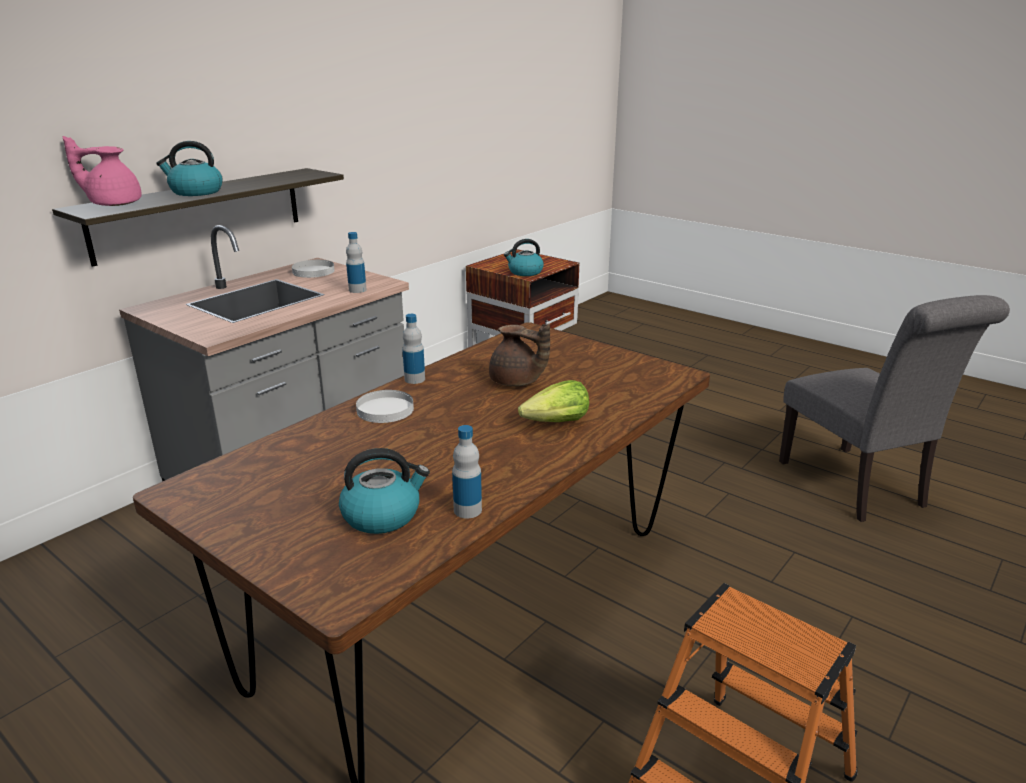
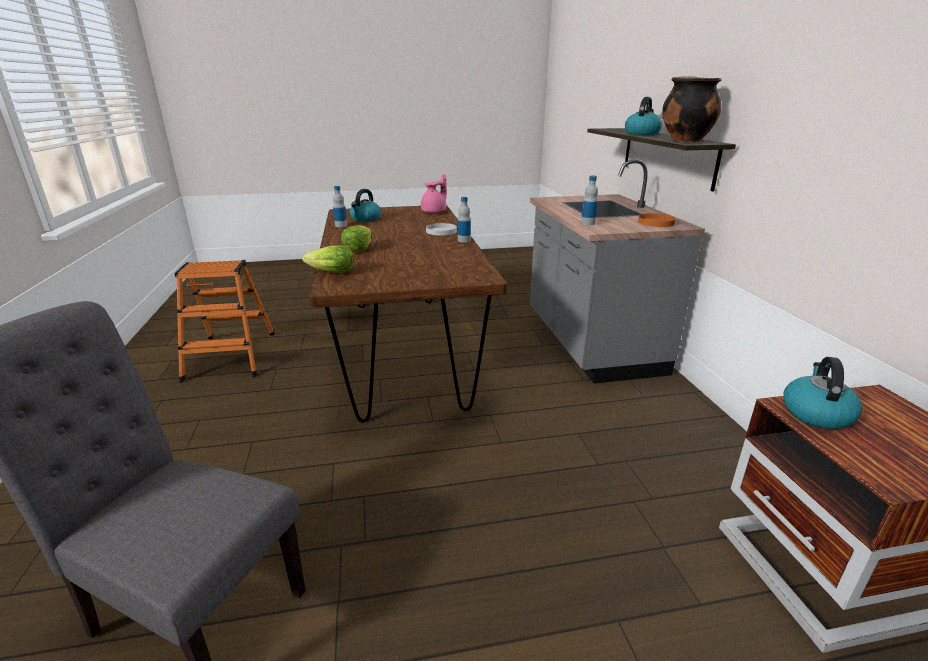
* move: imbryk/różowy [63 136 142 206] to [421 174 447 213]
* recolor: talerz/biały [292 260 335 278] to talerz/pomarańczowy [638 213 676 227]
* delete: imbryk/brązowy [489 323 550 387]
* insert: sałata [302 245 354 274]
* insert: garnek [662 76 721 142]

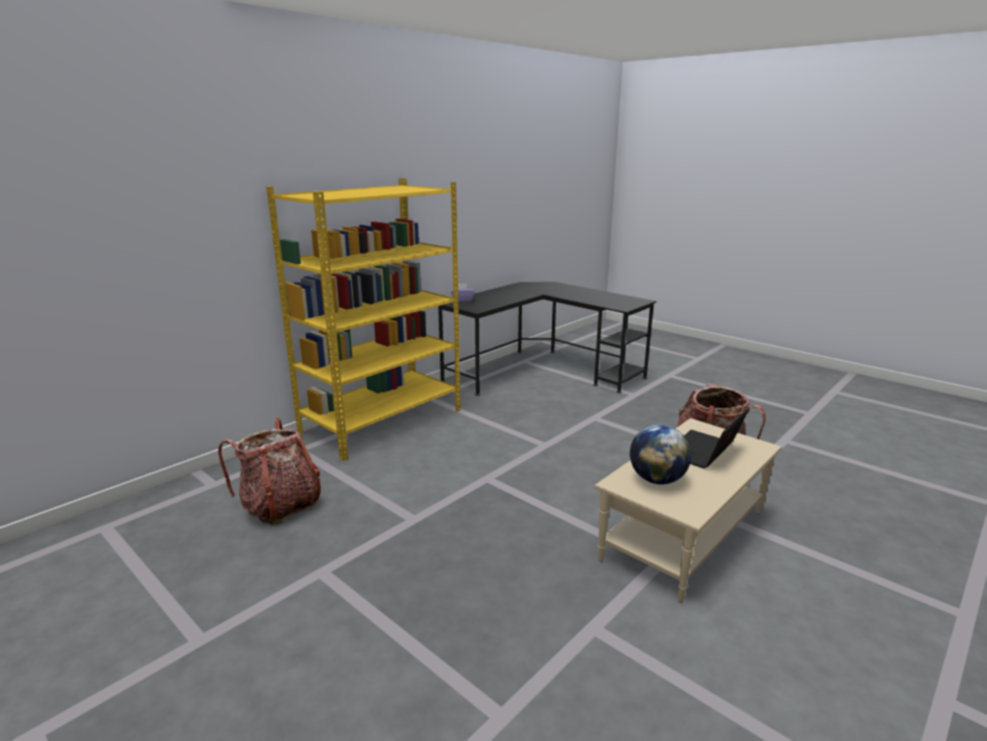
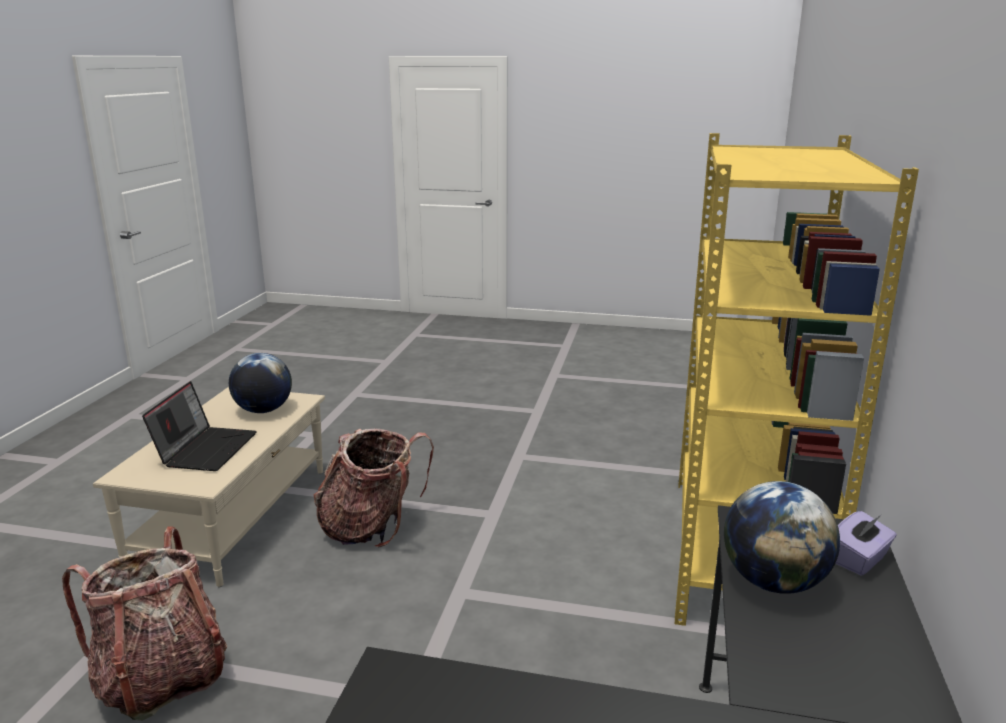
* move: plecak [218 418 321 525] to [314 429 434 548]
* insert: globus [724 481 840 594]

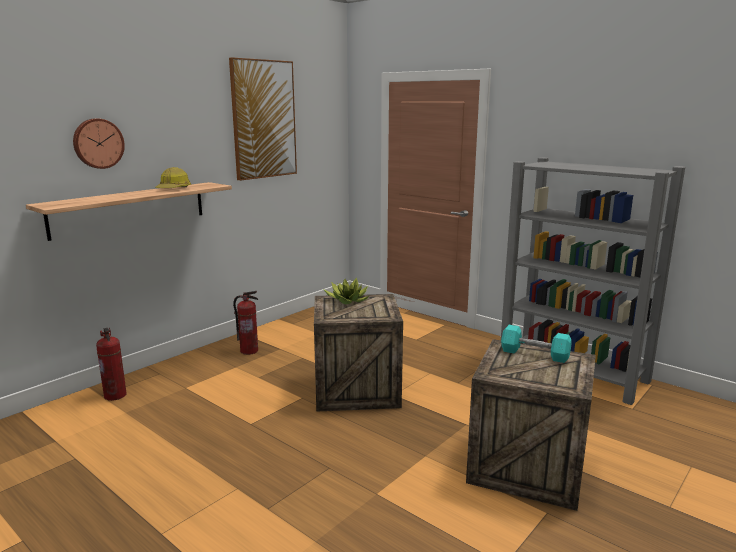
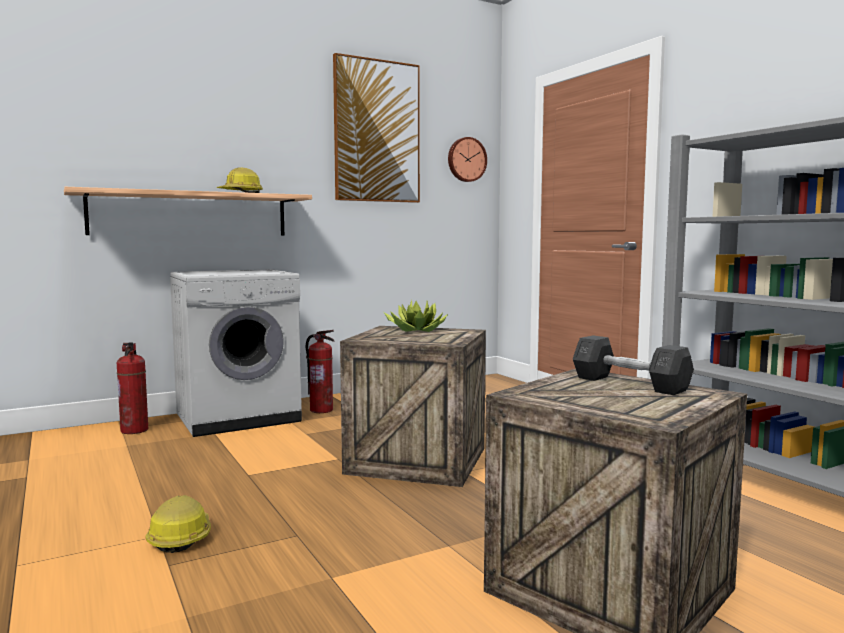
* move: zegar ścienny [73 118 125 169] to [448 137 487 182]
* recolor: hantel/turkusowy [501 325 571 363] to hantel/szary [573 336 694 395]
* insert: kask [145 495 211 553]
* insert: pralka/biały [170 269 302 437]

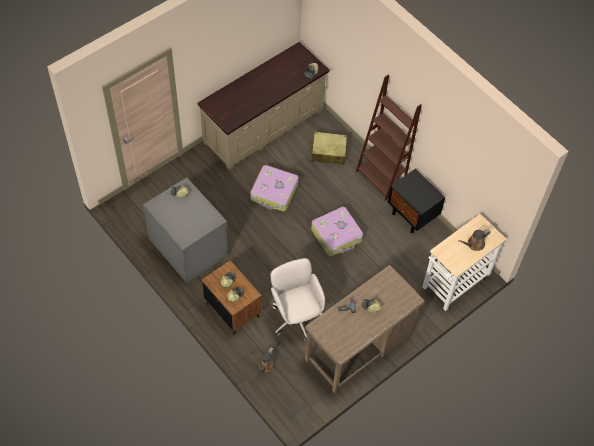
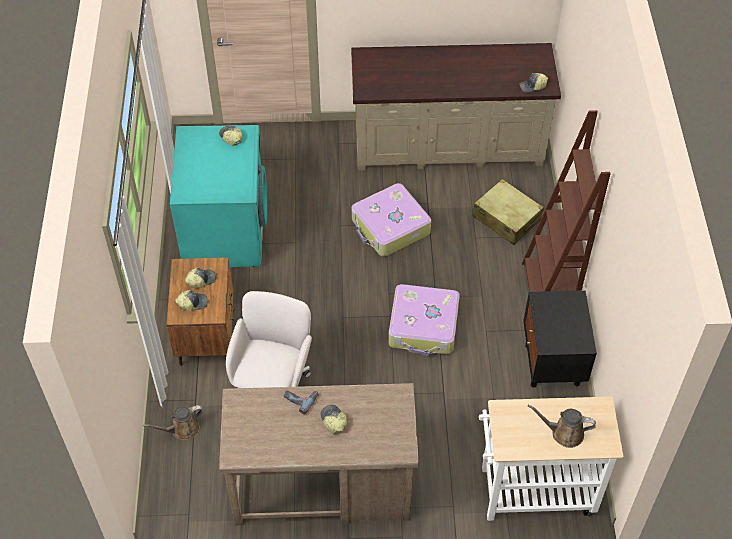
* recolor: pralka/szary [143 177 228 283] to pralka/turkusowy [170 125 267 267]

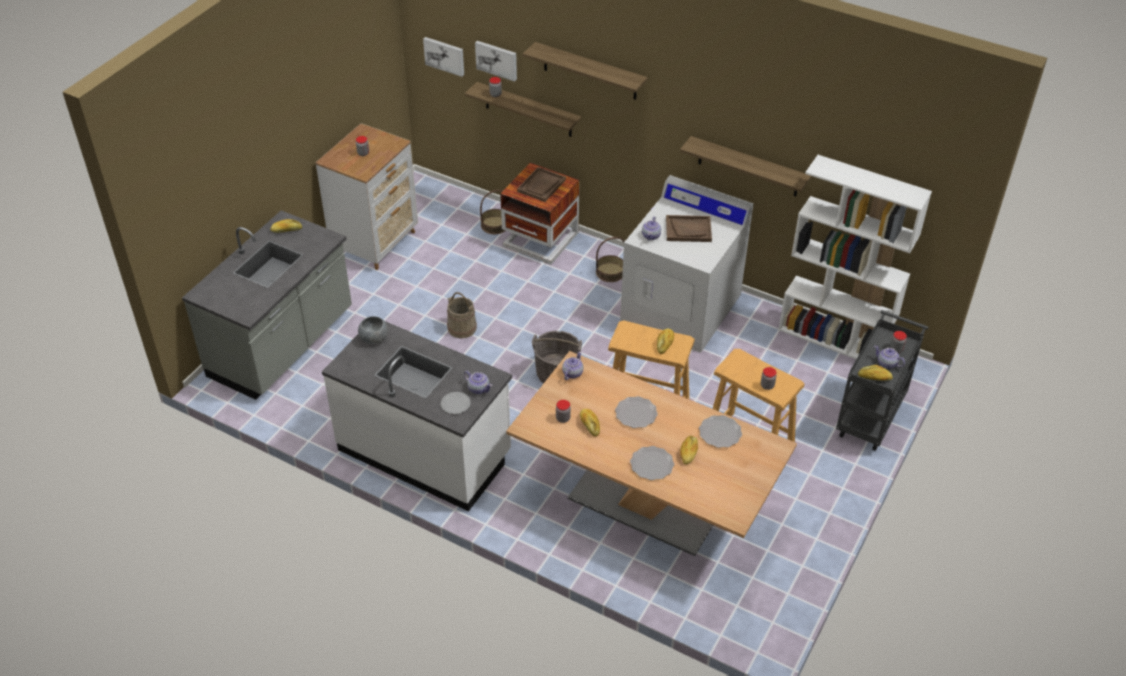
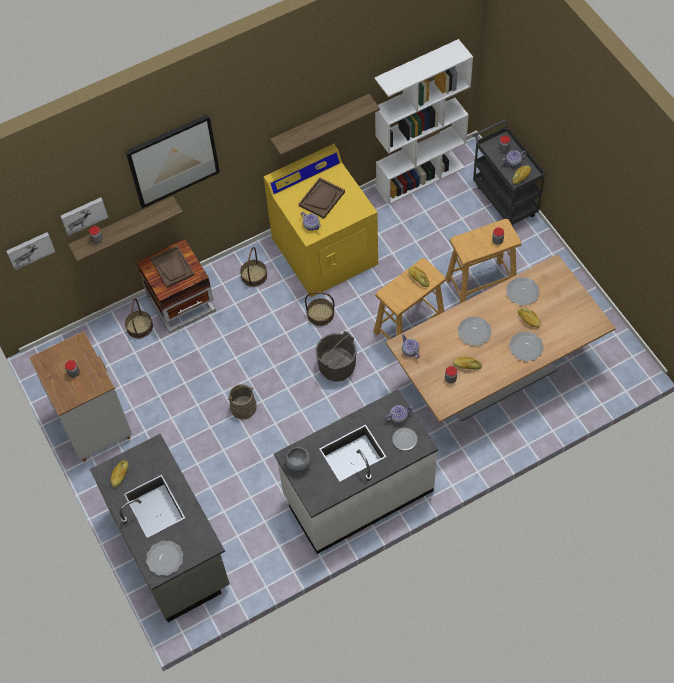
* replace: półka [523 42 648 100] to obraz [125 114 220 208]
* recolor: pralka/biały [620 175 754 353] to pralka/żółty [263 144 378 297]
* insert: talerz [146 540 184 576]
* insert: koszyk [305 292 334 326]

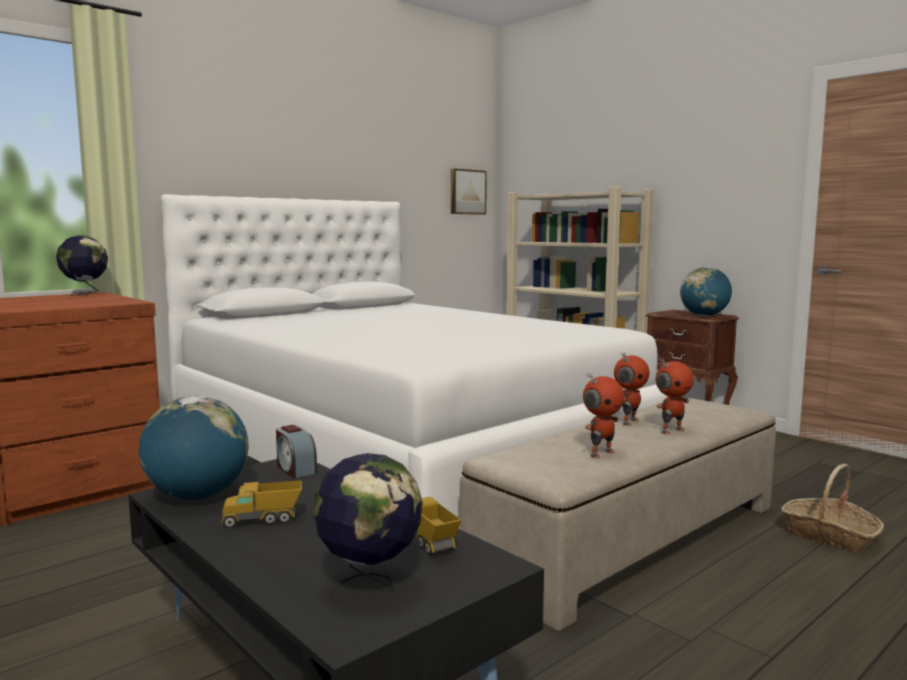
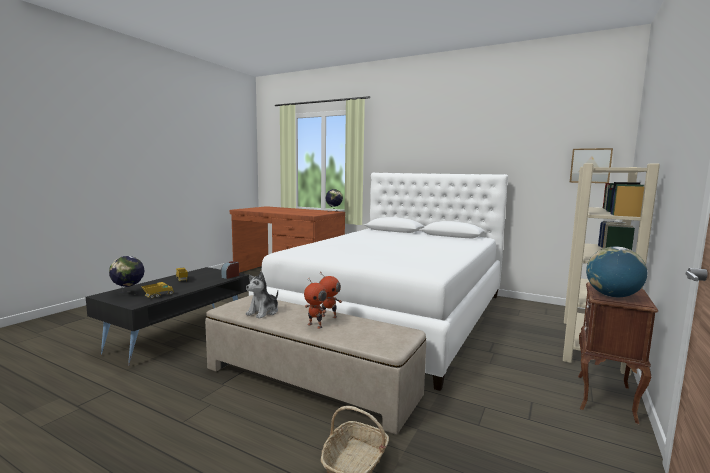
* delete: globus [139 396 248 500]
* replace: robot zabawkowy [583 372 624 458] to pluszak [245 271 278 319]

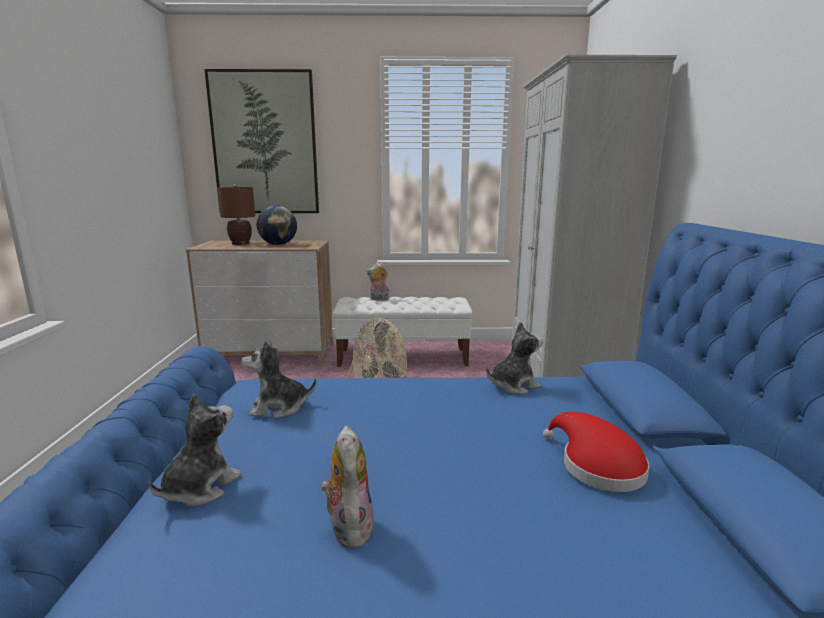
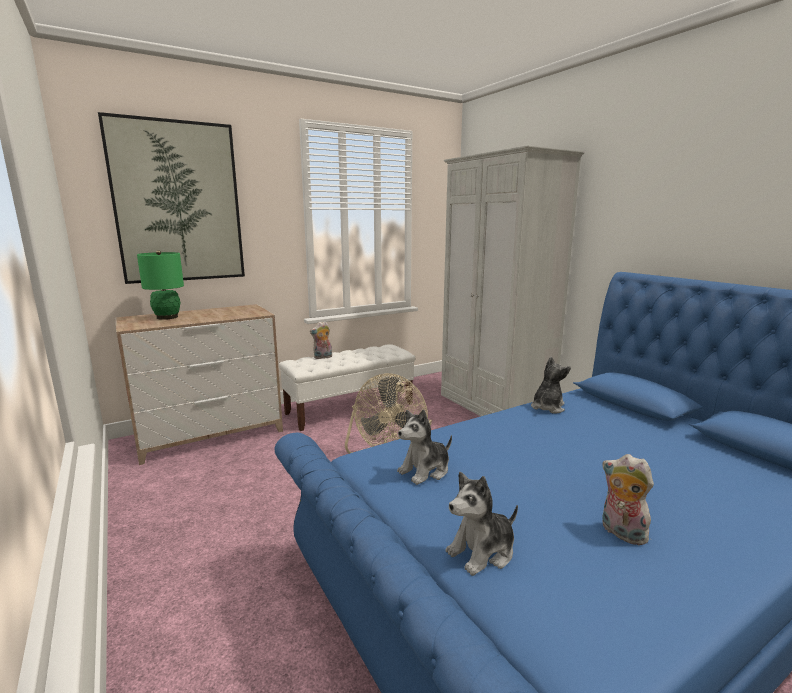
* rotate: pluszak [148 394 242 506] = [445 472 518 576] 120 degrees counterclockwise
* recolor: lampa stołowa/brązowy [217 184 255 245] to lampa stołowa/zielony [137 250 184 320]
* delete: globus [257 205 297 245]
* delete: kapelusz/czerwony [543 412 650 492]

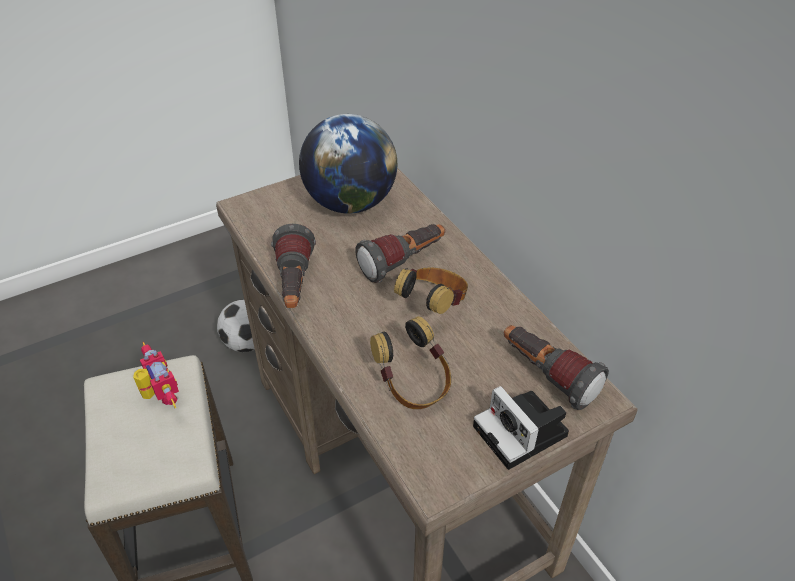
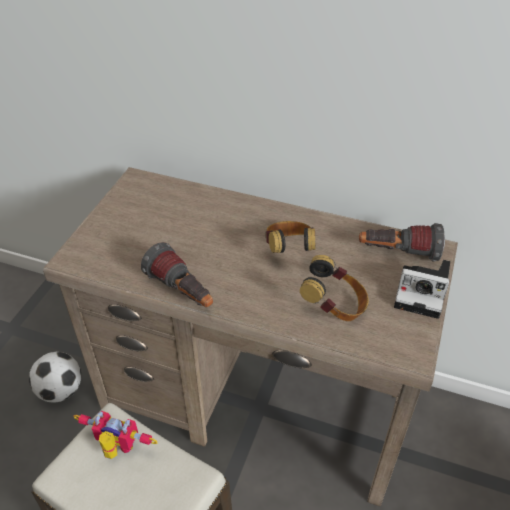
* delete: globus [299 114 397 214]
* delete: latarka [355 224 445 283]

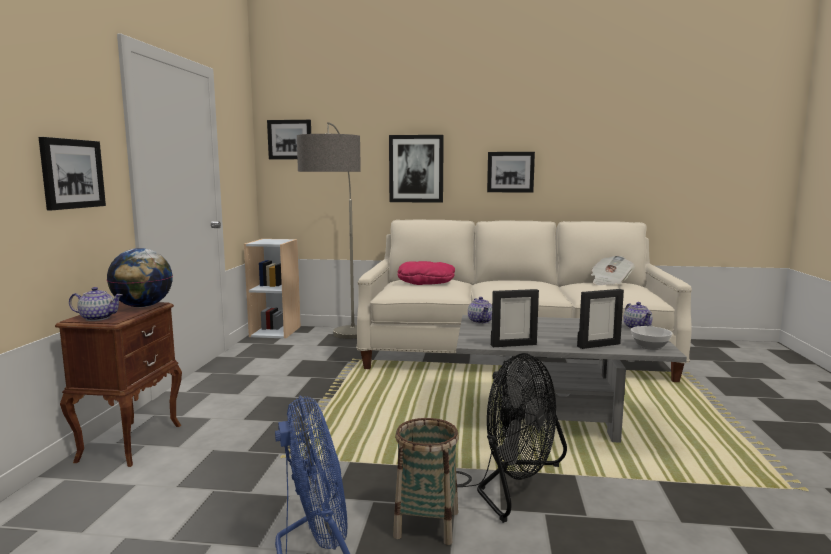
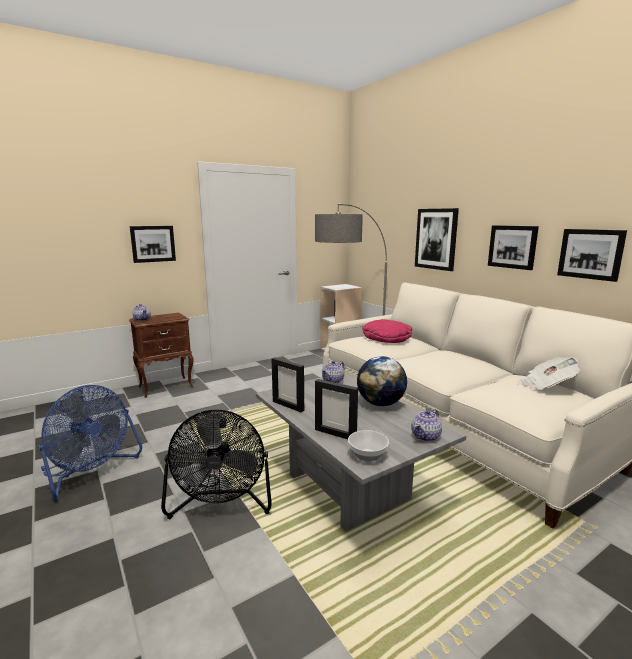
* move: globus [107 248 173 307] to [357 356 407 406]
* move: obraz [267 120 311 159] to [557 229 627 282]
* delete: koszyk [393 418 459 545]

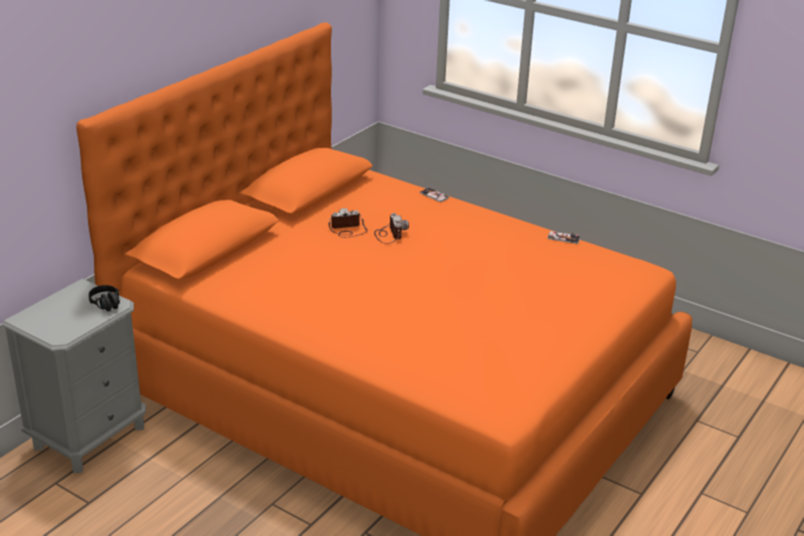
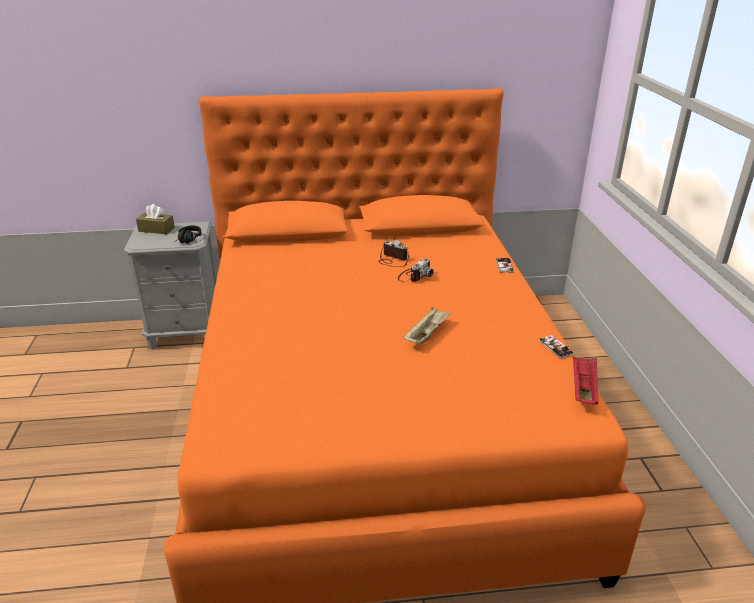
* insert: pudełko chusteczek/brązowy [136 204 175 234]
* insert: taca/beżowy [403 307 452 344]
* insert: taca/czerwony [573 356 598 405]

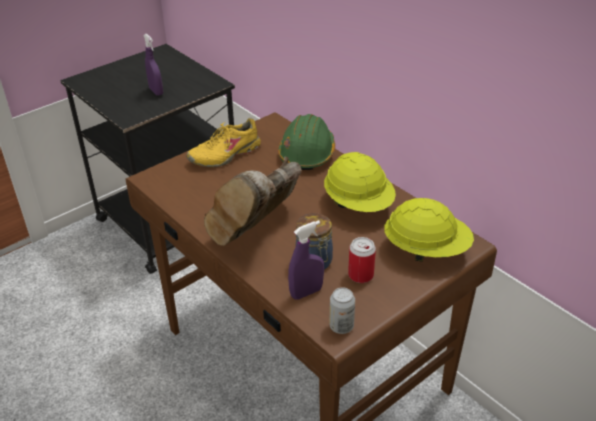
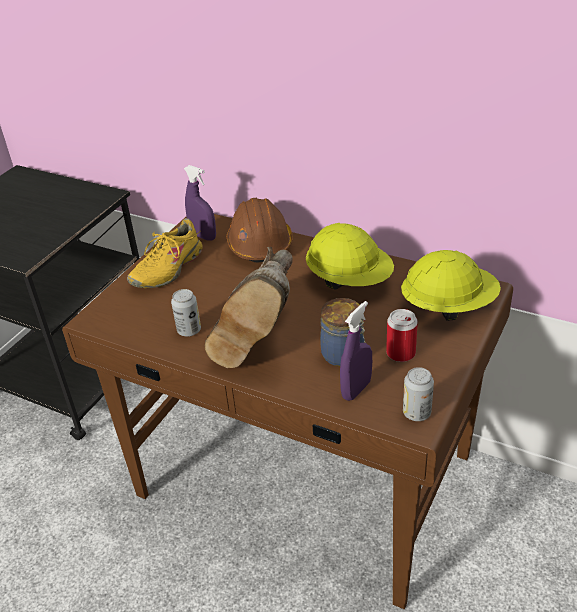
* move: spryskiwacz/fioletowy [143 34 163 96] to [184 165 216 241]
* recolor: kask/zielony [278 114 335 170] to kask/brązowy [227 198 292 263]
* insert: puszka [171 289 201 337]

